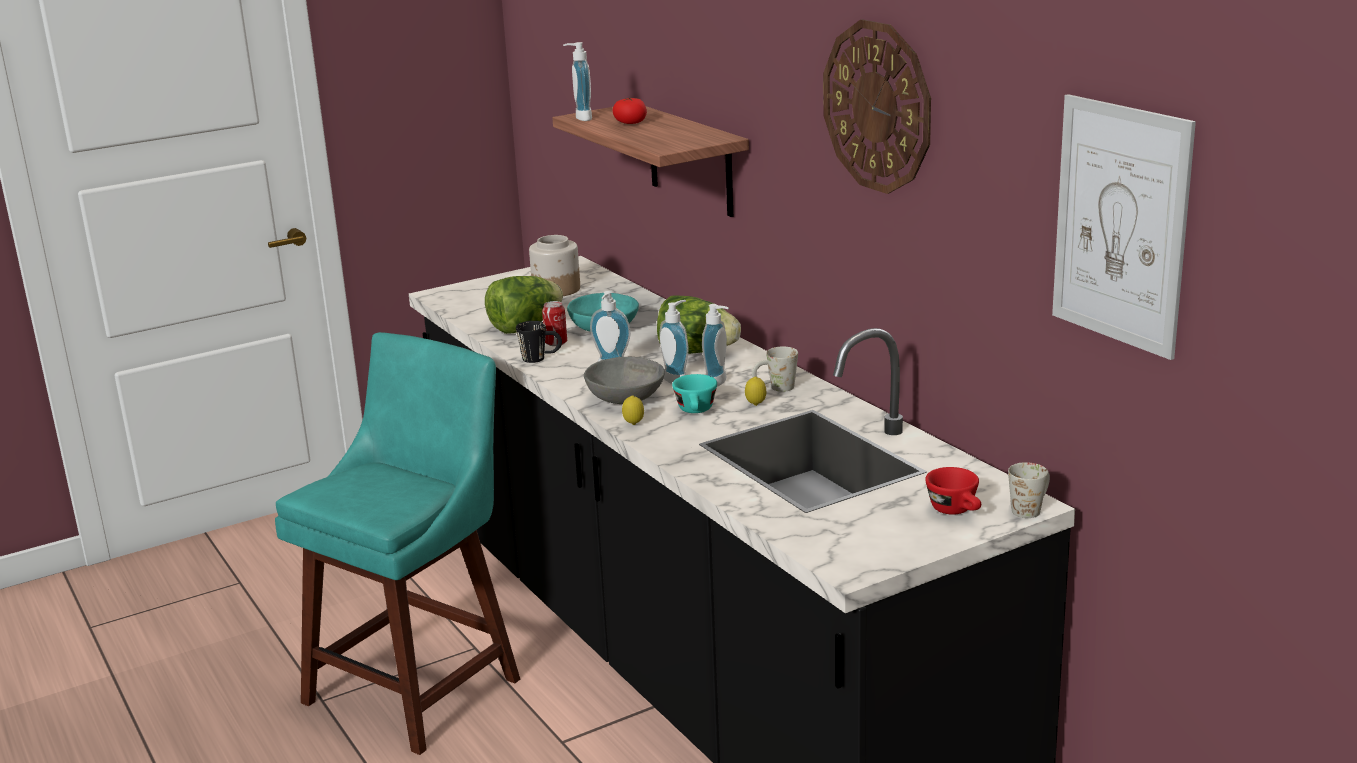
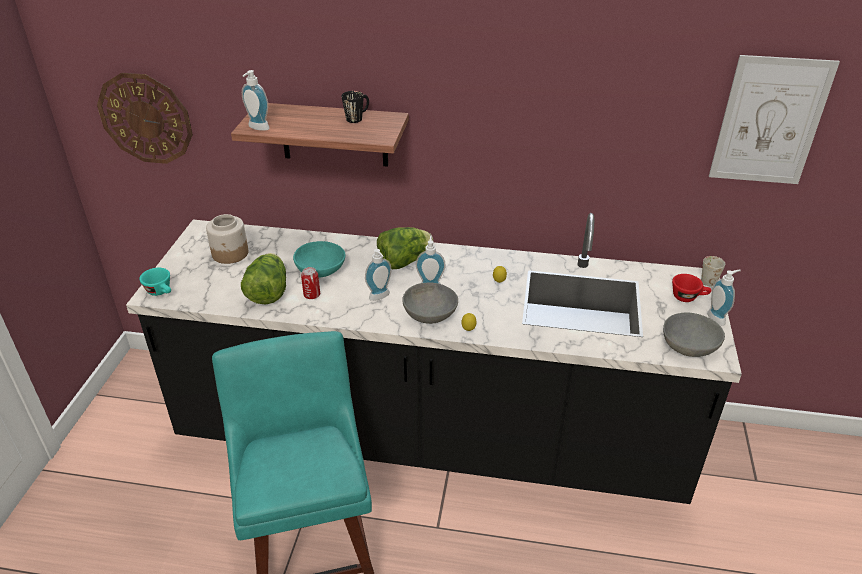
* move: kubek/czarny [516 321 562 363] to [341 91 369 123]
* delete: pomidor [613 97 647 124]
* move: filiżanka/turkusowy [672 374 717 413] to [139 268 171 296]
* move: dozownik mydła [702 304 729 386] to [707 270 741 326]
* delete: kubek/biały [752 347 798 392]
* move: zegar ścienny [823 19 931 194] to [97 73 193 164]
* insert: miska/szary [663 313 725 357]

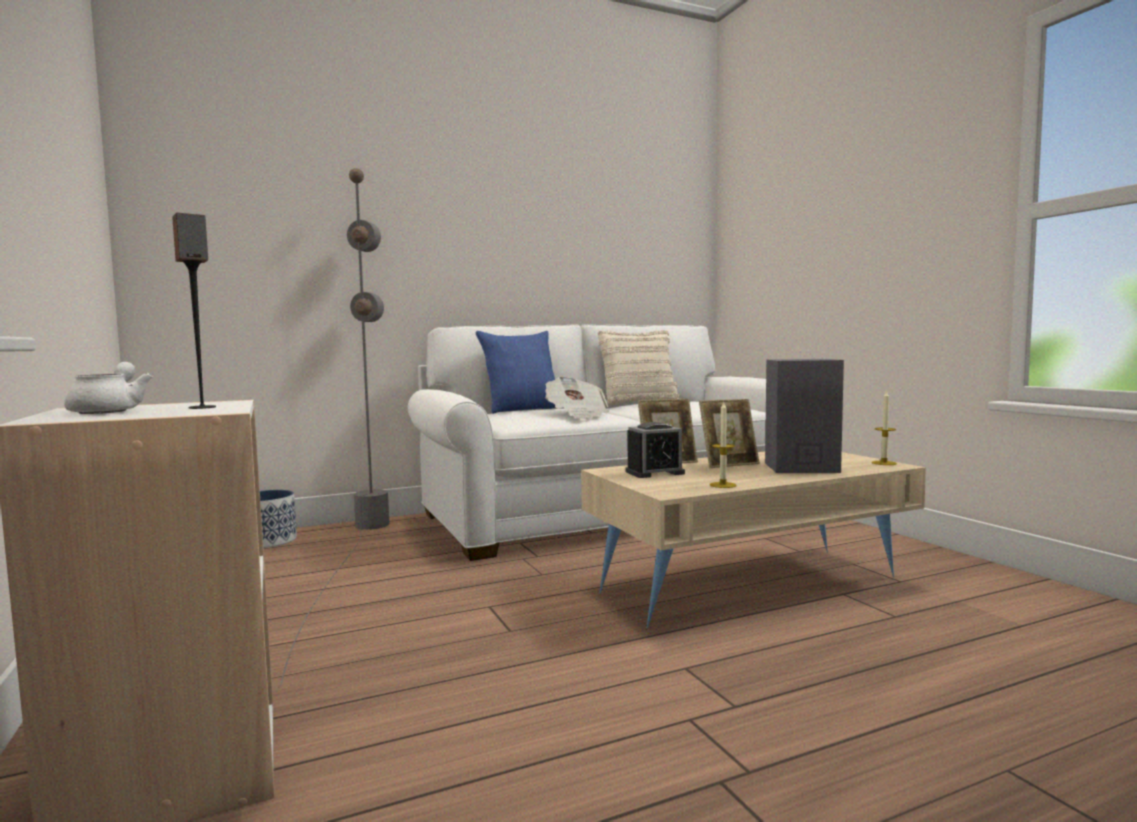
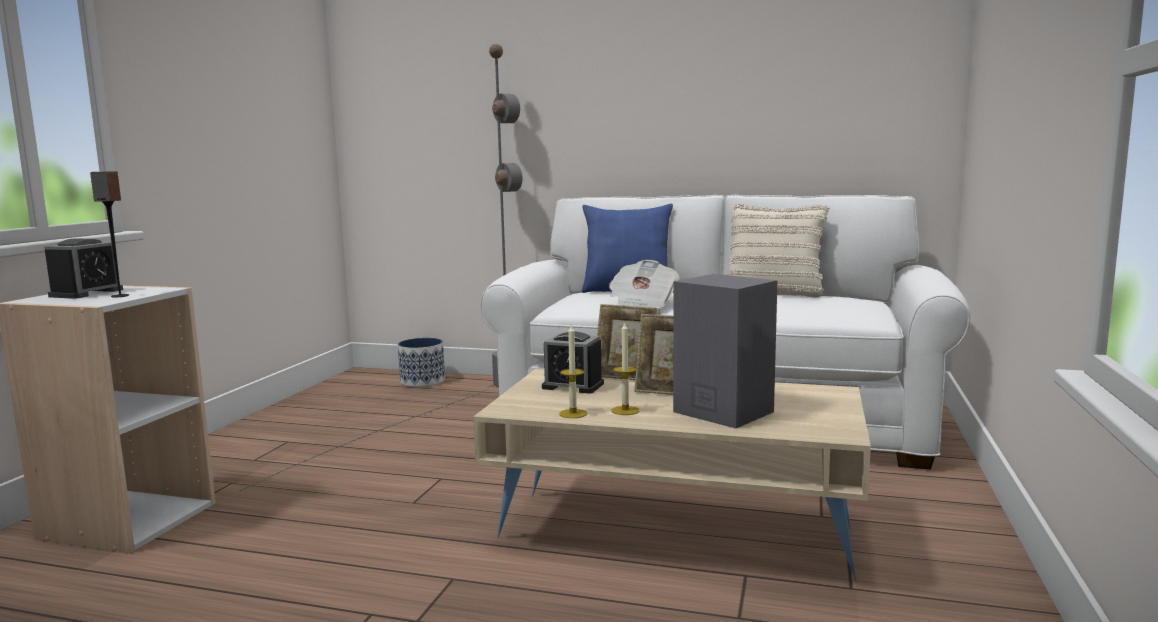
* replace: imbryk/biały [64 362 153 414] to budzik [44 239 123 299]
* move: świeca [872 390 897 465] to [612 321 639 415]

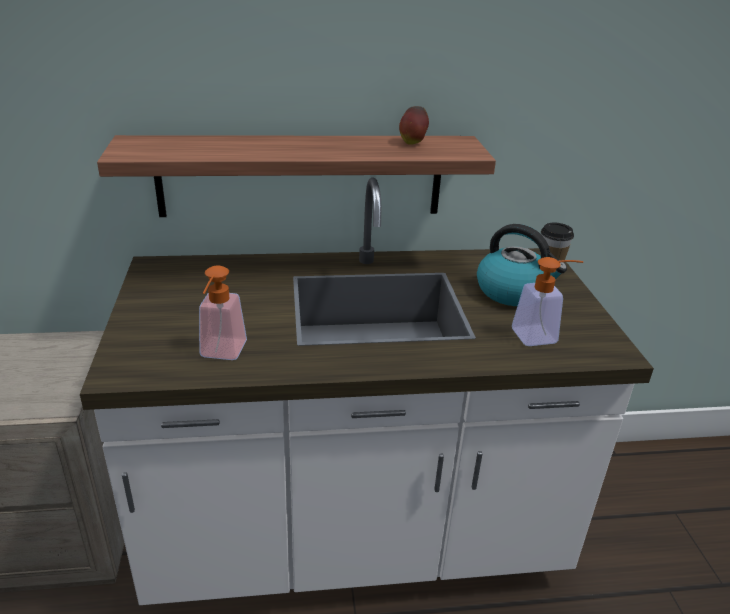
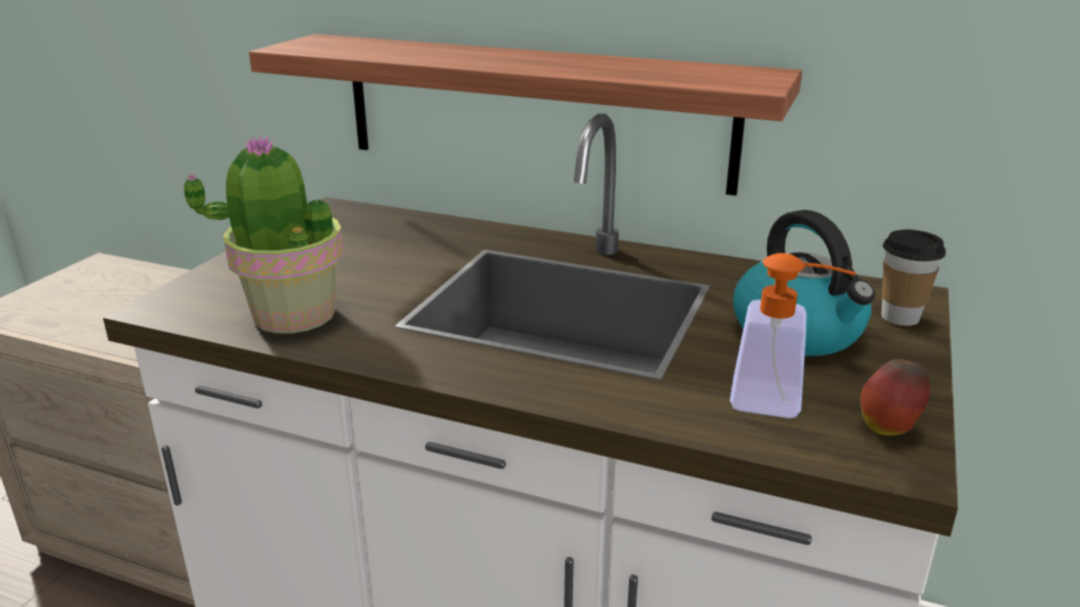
* replace: dozownik mydła [199 265 247 360] to roślina doniczkowa [184 135 344 334]
* move: jabłko [399 106 429 145] to [860 359 930 436]

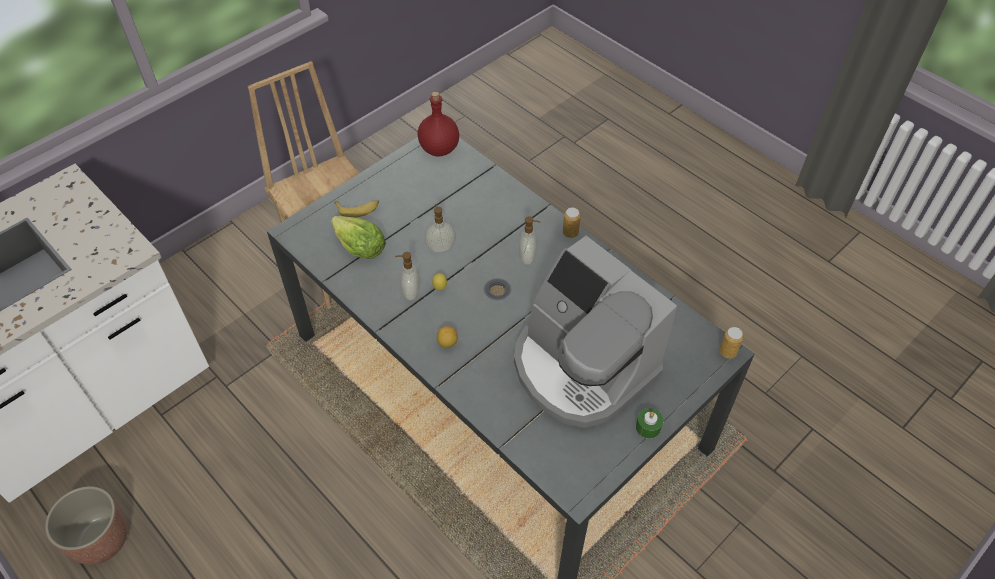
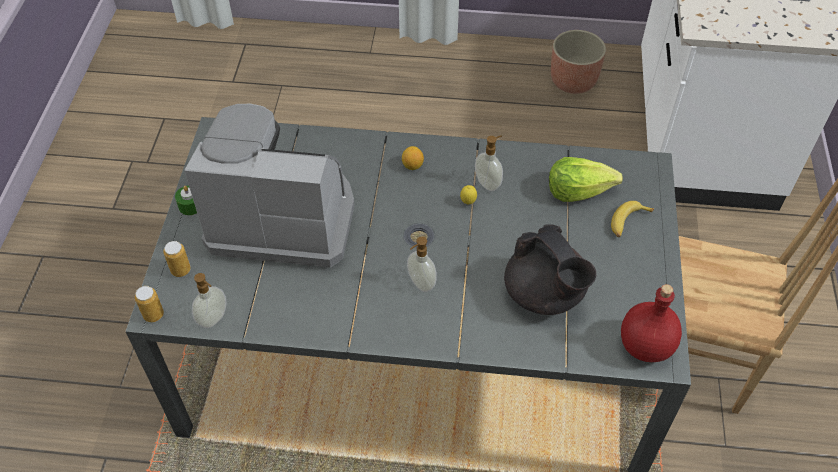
* move: dozownik mydła [425 204 456 252] to [192 273 226 328]
* move: puszka [563 207 581 238] to [164 241 191 277]
* insert: imbryk/czarny [504 225 596 315]

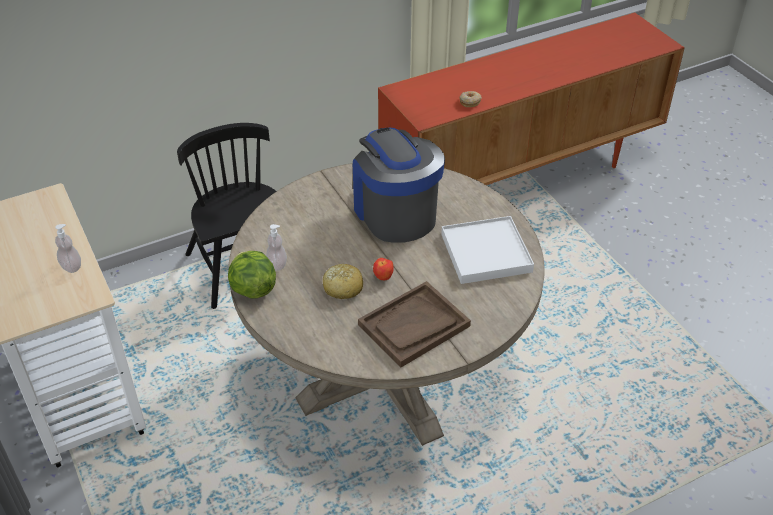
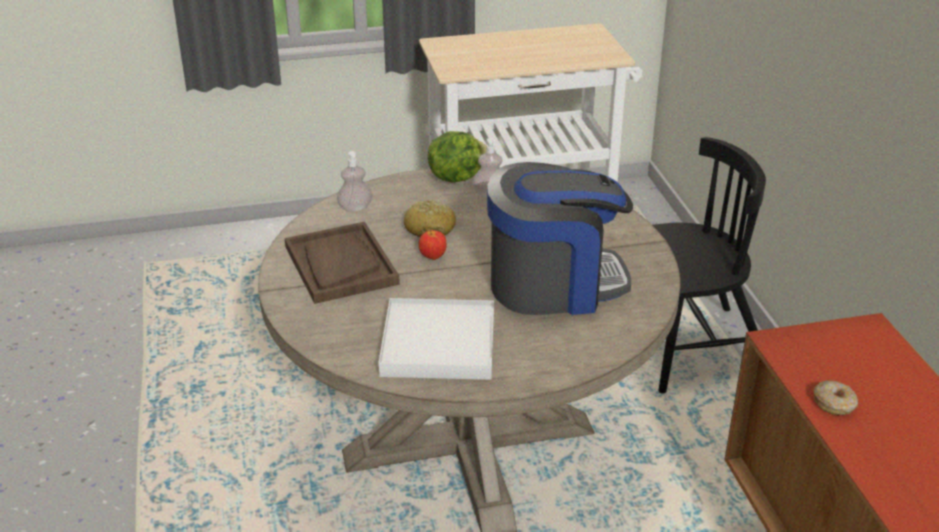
* move: dozownik mydła [55 224 81 273] to [337 151 372 212]

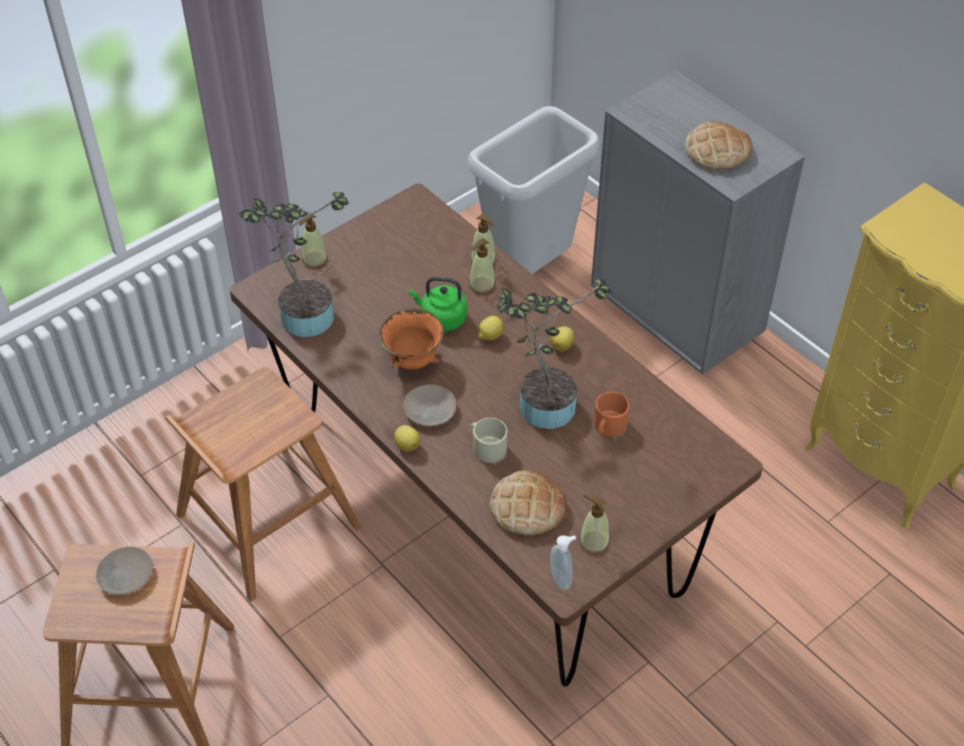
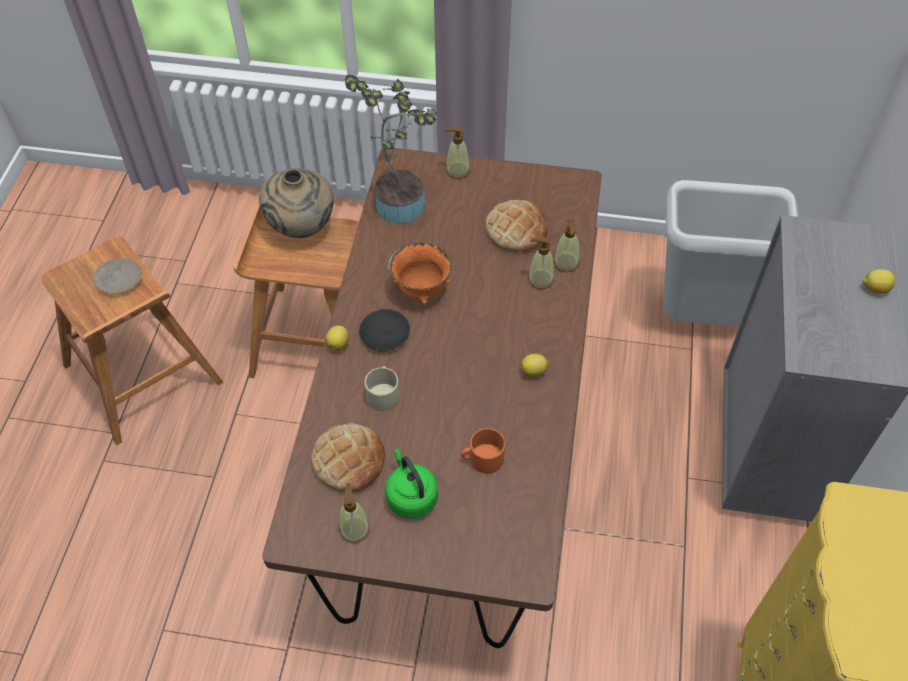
* recolor: talerz/beżowy [403 384 456 426] to talerz/czarny [359 309 410 351]
* move: czajnik/zielony [409 277 467 331] to [386 448 438 519]
* move: cytryna [478 316 503 341] to [863 269 896 294]
* delete: roślina doniczkowa [495 279 611 429]
* delete: dozownik mydła [550 535 576 590]
* move: chleb [685 121 753 169] to [485 200 548 252]
* insert: wazon/beżowy [259 168 334 238]

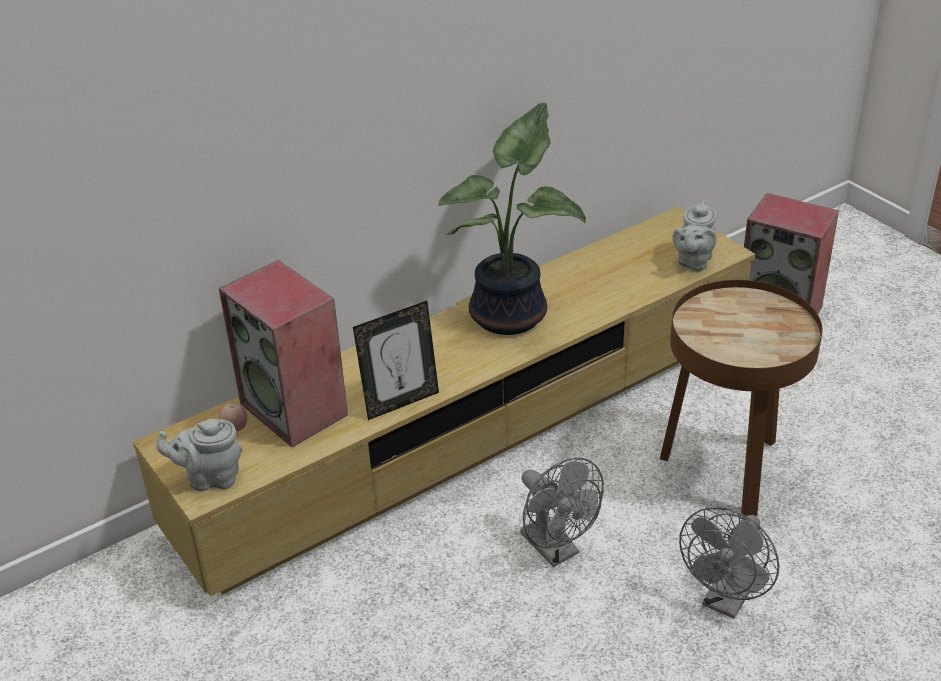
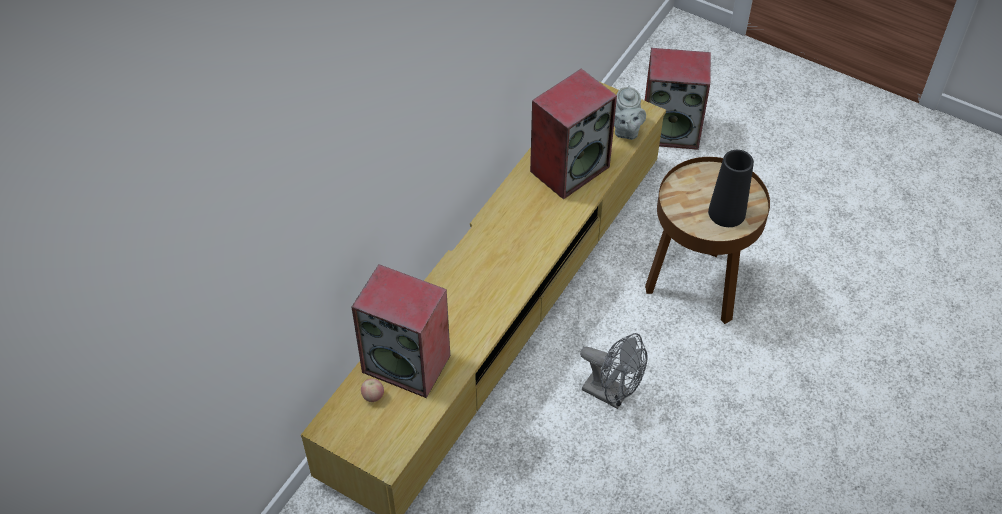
* delete: imbryk/szary [156 419 242 491]
* delete: ramka na zdjęcie [353 301 439 420]
* delete: roślina doniczkowa [438 103 586 335]
* delete: wentylator/szary [679 507 780 619]
* insert: głośnik [530 69 617 200]
* insert: wazon/czarny [708 150 754 227]

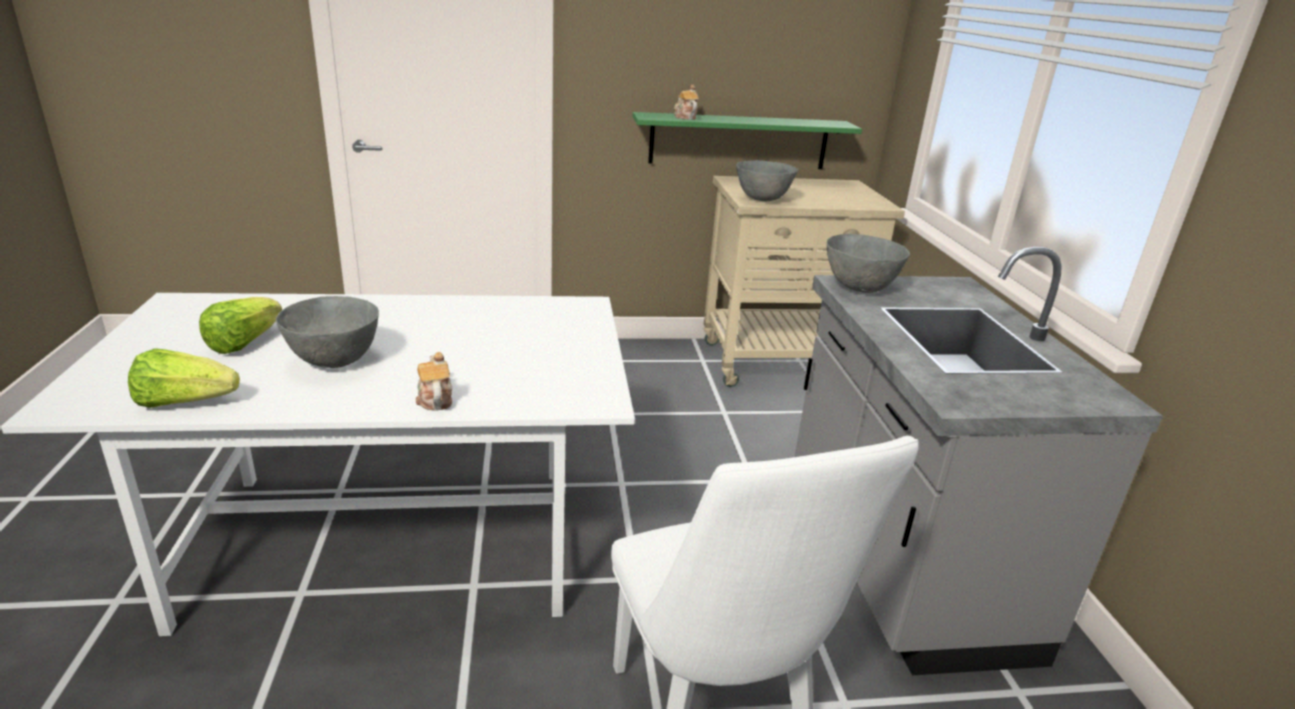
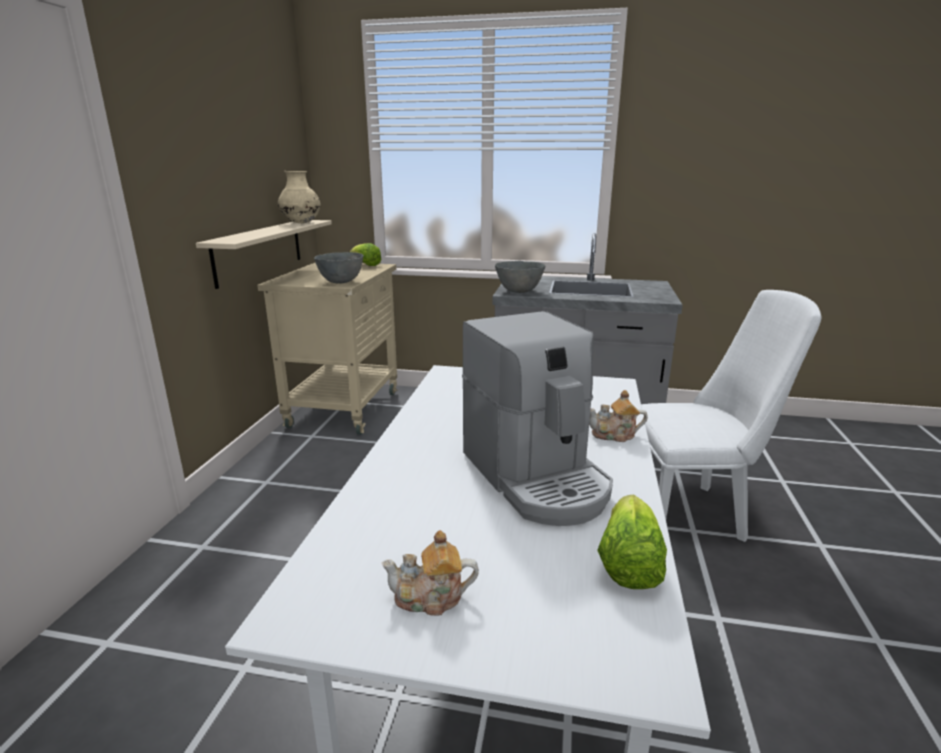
* move: sałata [199 297 282 354] to [350 243 382 266]
* replace: miska/szary [276 296 379 368] to ekspres do kawy [462 311 613 526]
* recolor: półka/zielony [633 112 862 169] to półka/beżowy [196 220 332 289]
* move: imbryk [674 85 699 120] to [381 530 479 616]
* insert: wazon/beżowy [278 171 320 223]

